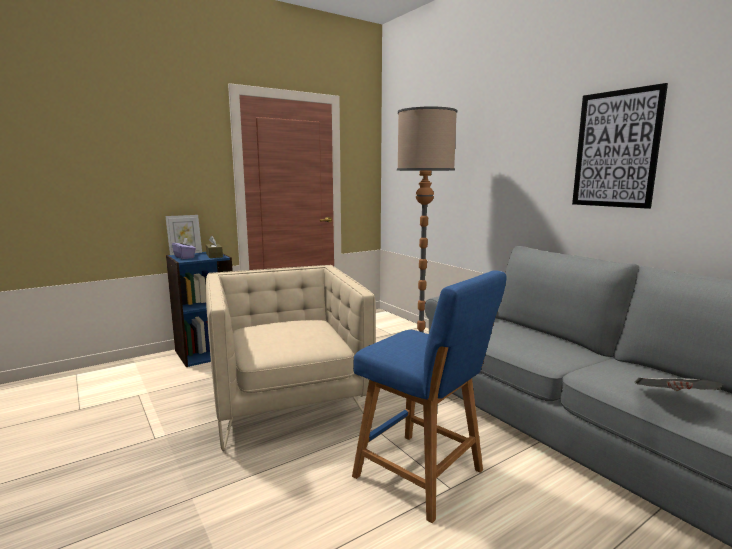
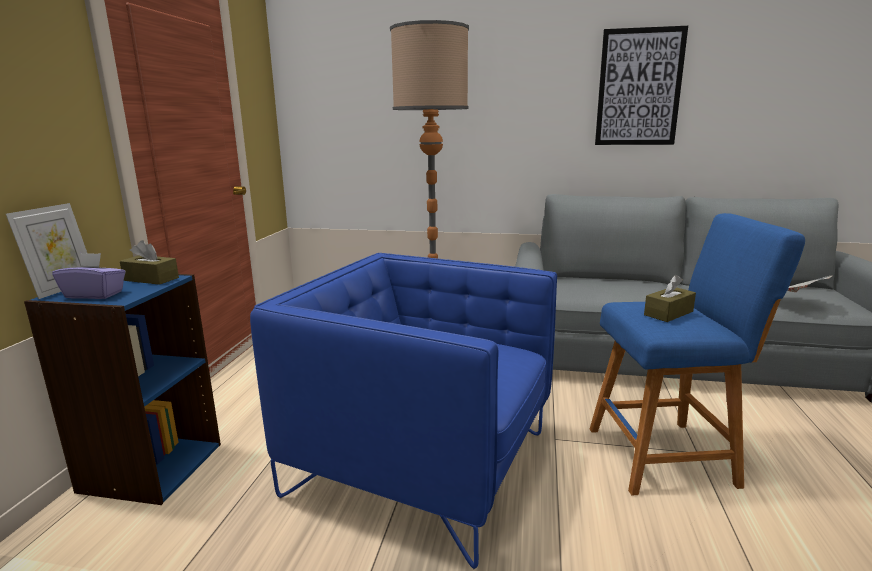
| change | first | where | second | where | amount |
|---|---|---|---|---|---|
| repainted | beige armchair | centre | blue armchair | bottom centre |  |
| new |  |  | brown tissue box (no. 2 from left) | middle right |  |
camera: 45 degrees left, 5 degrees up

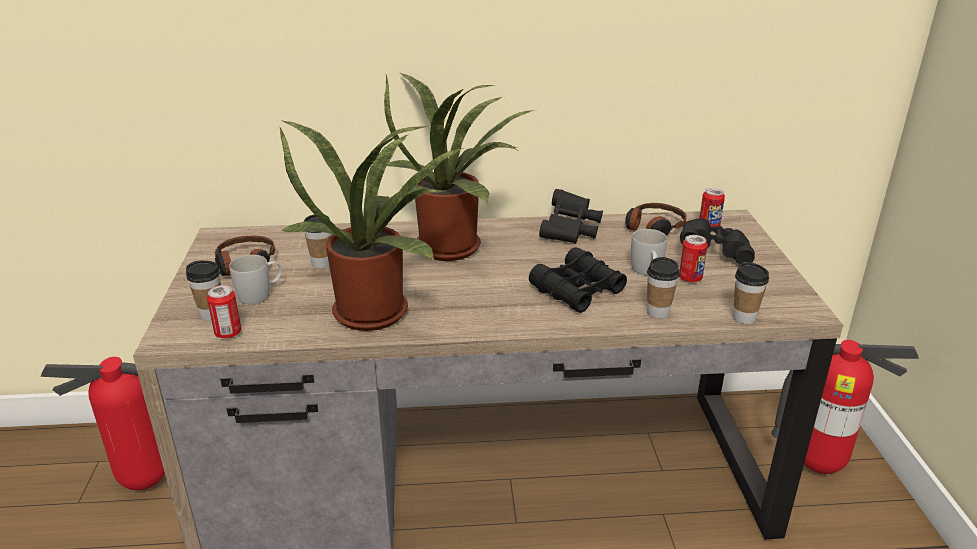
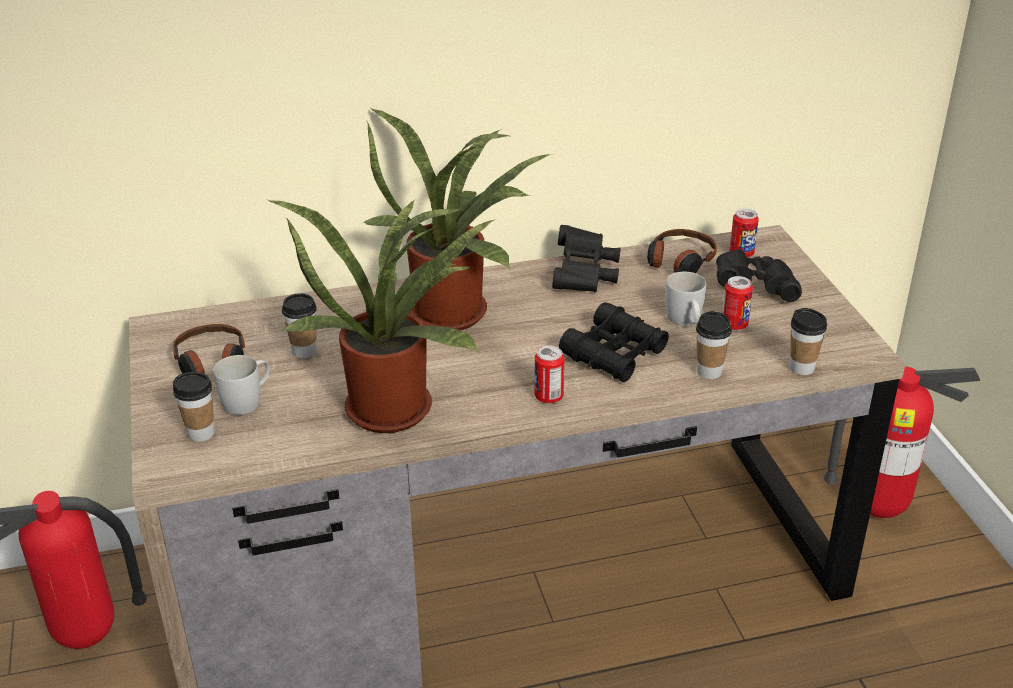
| change | first | where | second | where | amount |
|---|---|---|---|---|---|
| shifted | can (no. 1 from left) | middle left |  | centre |  |
camera: 10 degrees left, 5 degrees up

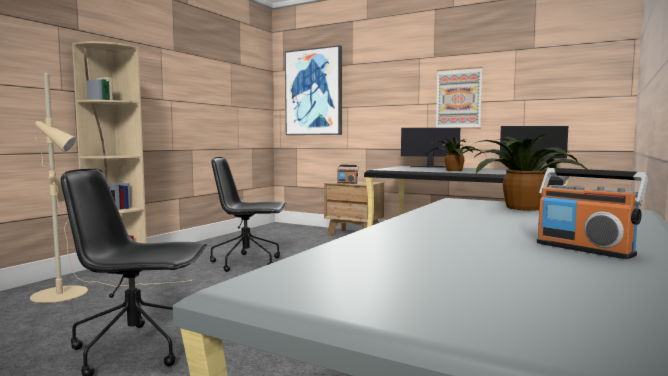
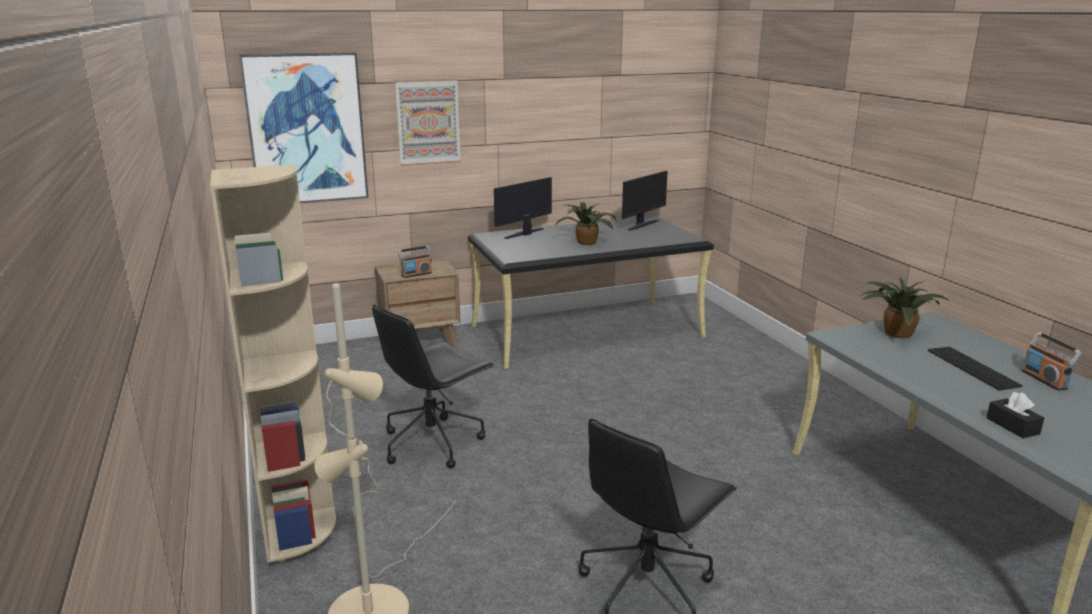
| change | first | where | second | where | amount |
|---|---|---|---|---|---|
| shifted | picture (no. 2 from left) | top right |  | top centre |  |
| new |  |  | keyboard | middle right |  |
| new |  |  | black tissue box | bottom right |  |
| rotated | radio (no. 2 from left) | middle right |  | middle right | 75 degrees clockwise |
camera: 50 degrees left, 15 degrees up

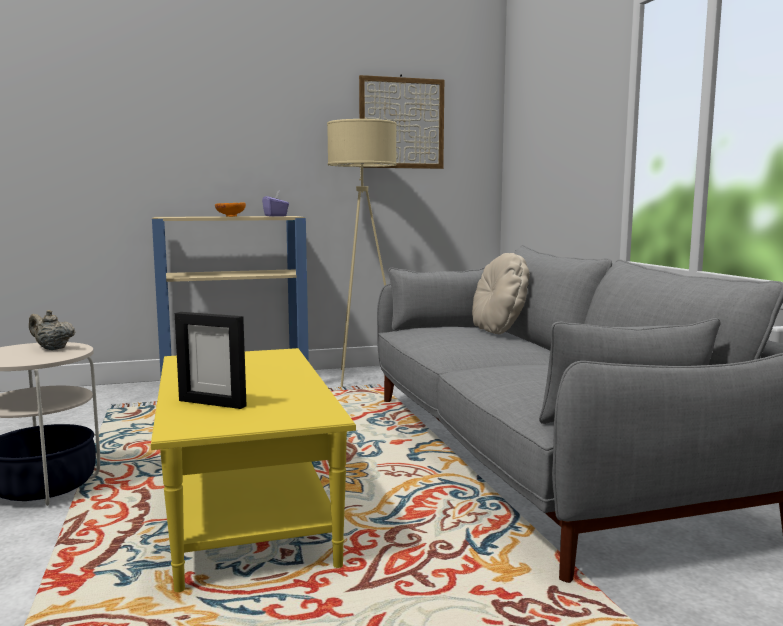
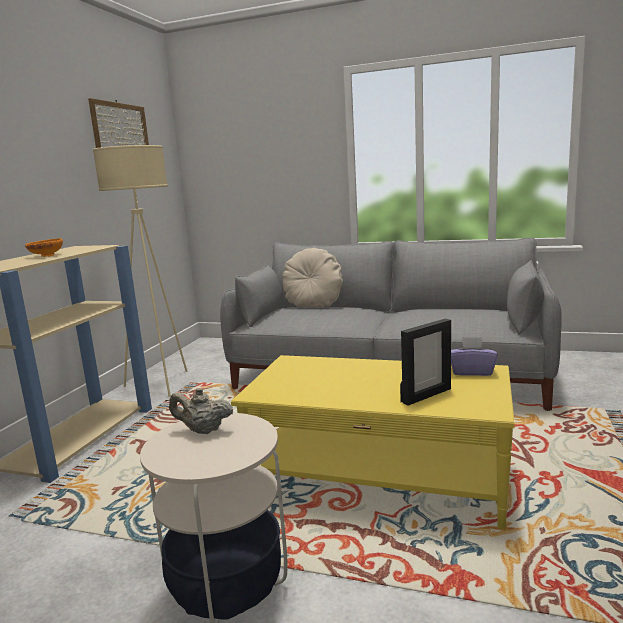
| change | first | where | second | where | amount |
|---|---|---|---|---|---|
| rotated | beige teapot | middle left |  | middle left | 45 degrees clockwise |
| shifted | purple tissue box | top centre |  | middle right |  |
camera: 55 degrees left, 5 degrees up

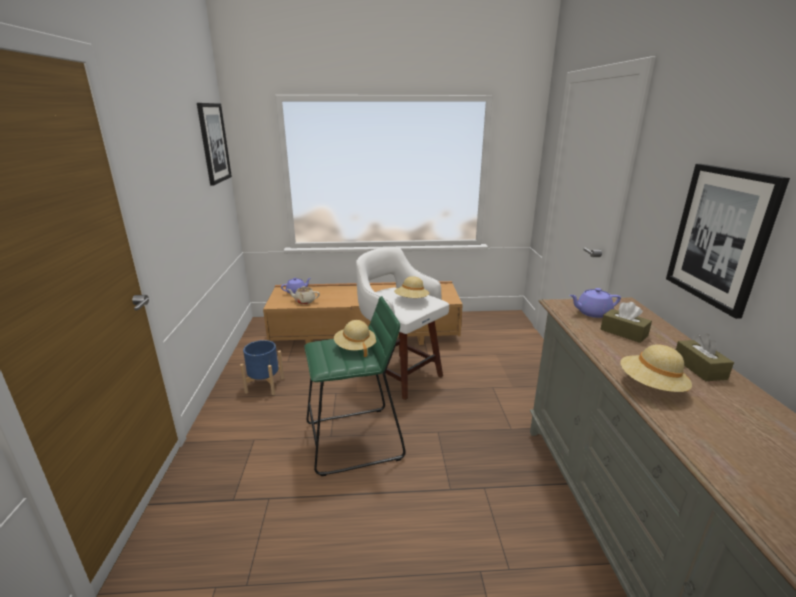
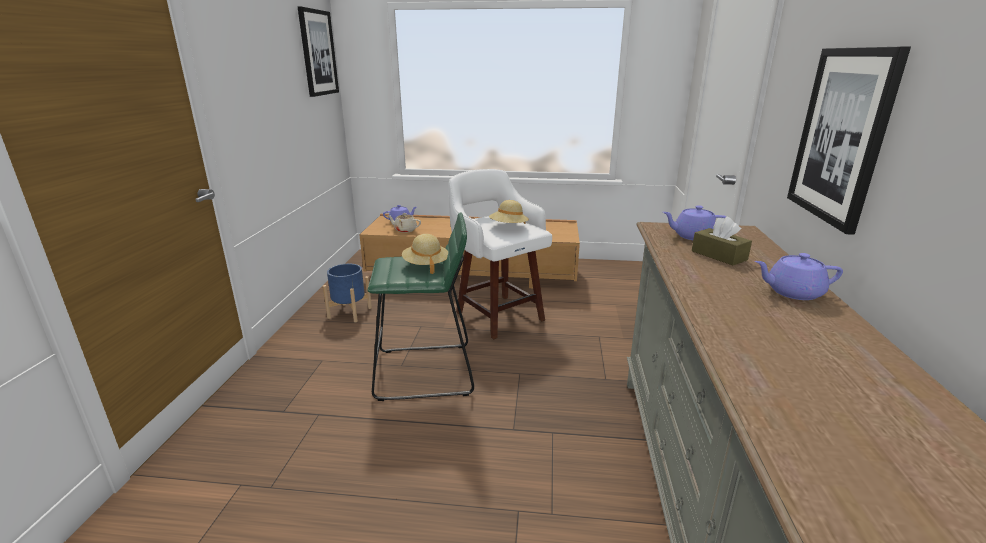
| change | first | where | second | where | amount |
|---|---|---|---|---|---|
| swapped | brown tissue box (no. 2 from left) | middle right | purple teapot (no. 3 from left) | middle right |  |
| gone | beige hat (no. 3 from left) | middle right |  |  |  |
camera: 10 degrees right, 0 degrees up

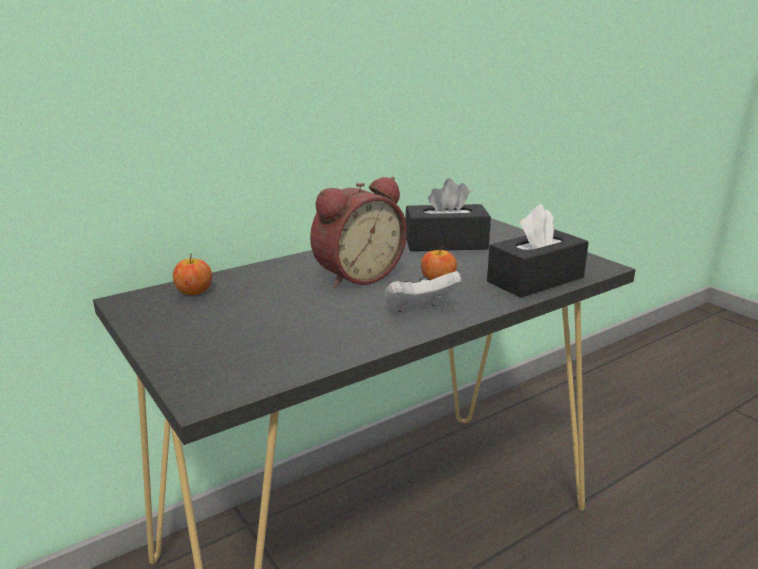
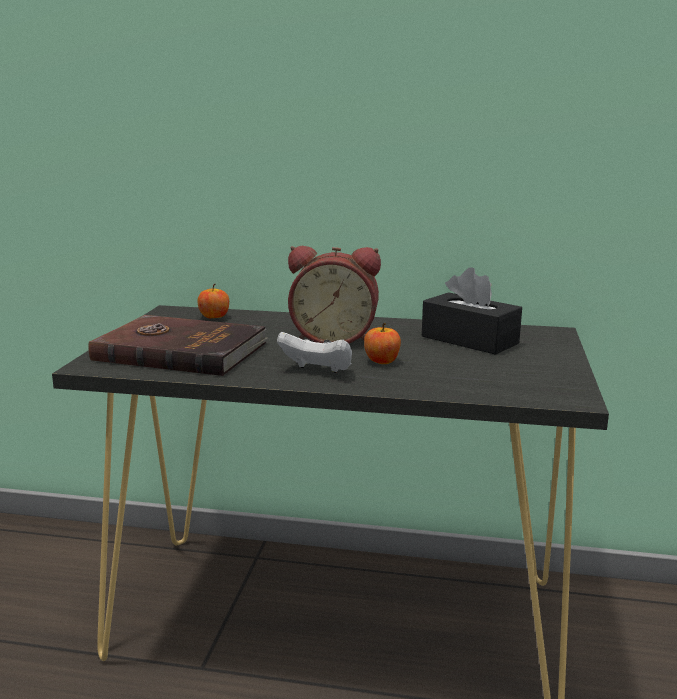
| change | first | where | second | where | amount |
|---|---|---|---|---|---|
| new |  |  | brown book | middle left |  |
| gone | black tissue box (no. 2 from left) | middle right |  |  |  |
camera: 45 degrees right, 5 degrees down

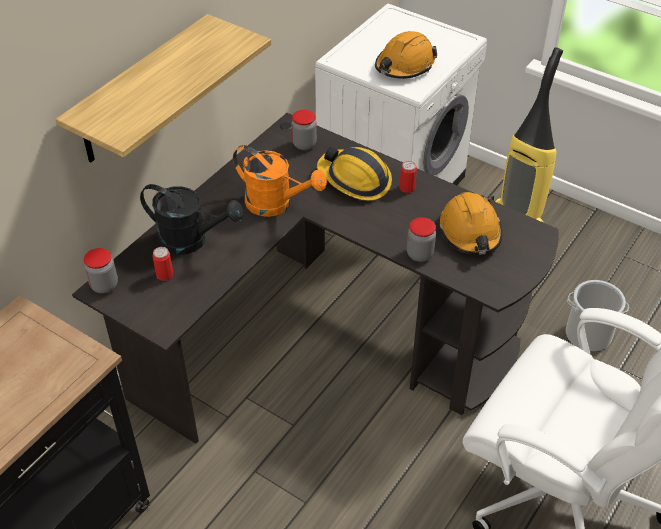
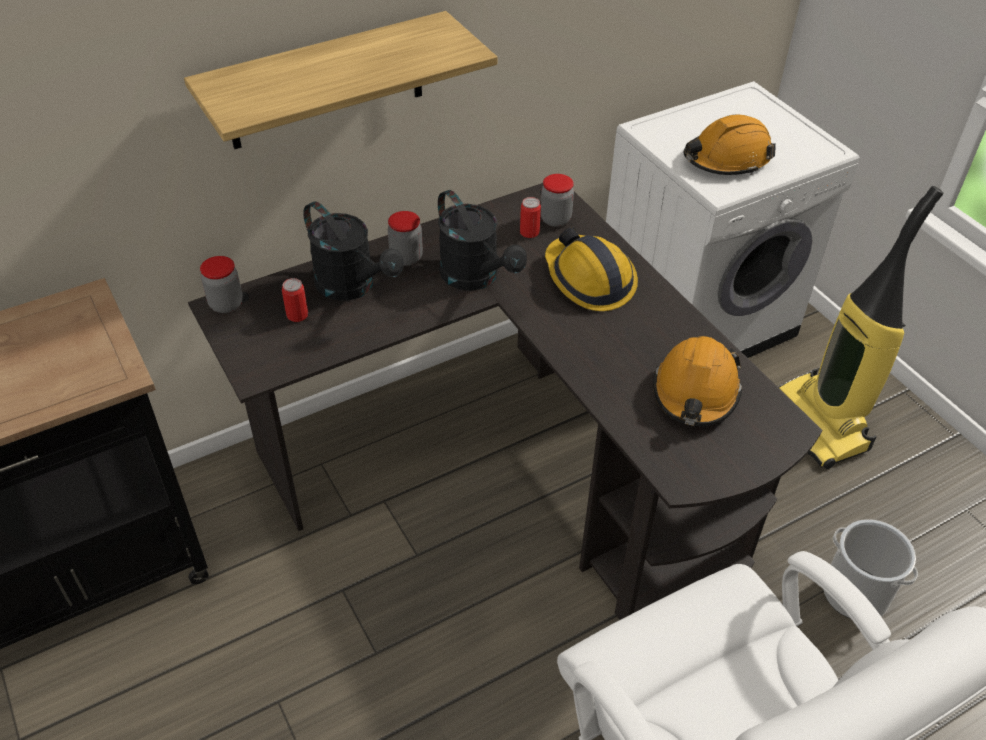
| change | first | where | second | where | amount |
|---|---|---|---|---|---|
| shifted | jar (no. 3 from left in the first image) | centre | jar (no. 2 from left) | top centre |  |
| repainted | orange watering can | centre | black watering can (no. 2 from left) | top centre |  |
| shifted | can (no. 2 from left) | centre |  | top centre |  |
camera: 25 degrees right, 0 degrees up

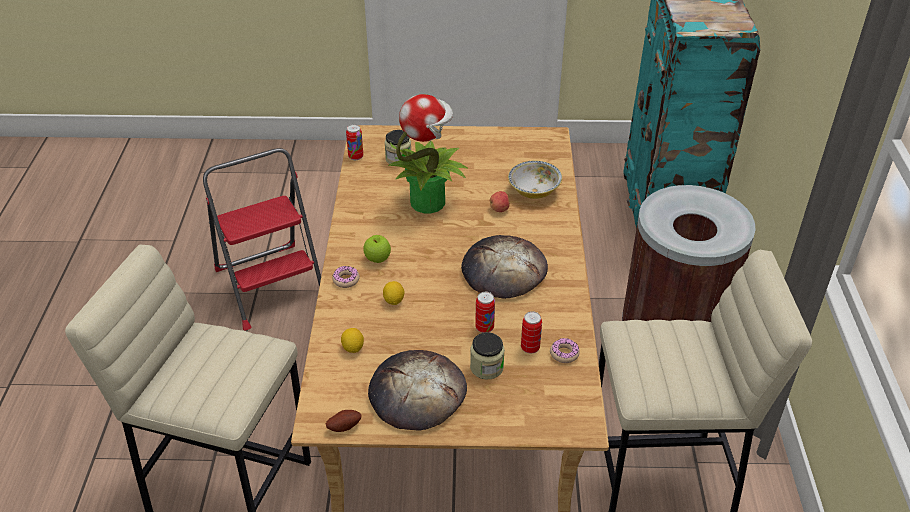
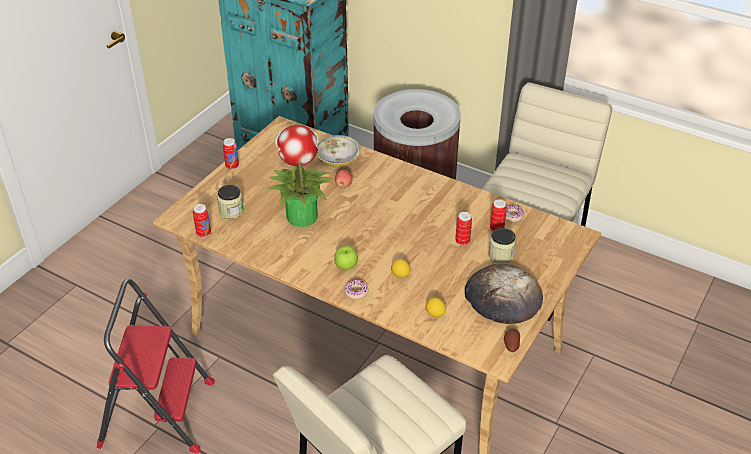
| change | first | where | second | where | amount |
|---|---|---|---|---|---|
| new |  |  | can (no. 2 from left) | middle left |  |
| gone | bread (no. 2 from left) | centre |  |  |  |
camera: 60 degrees left, 0 degrees up

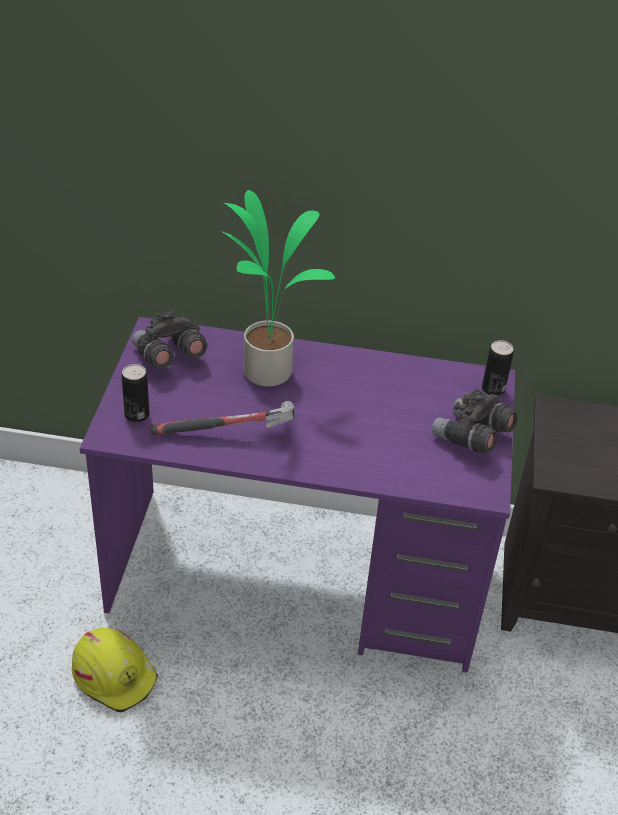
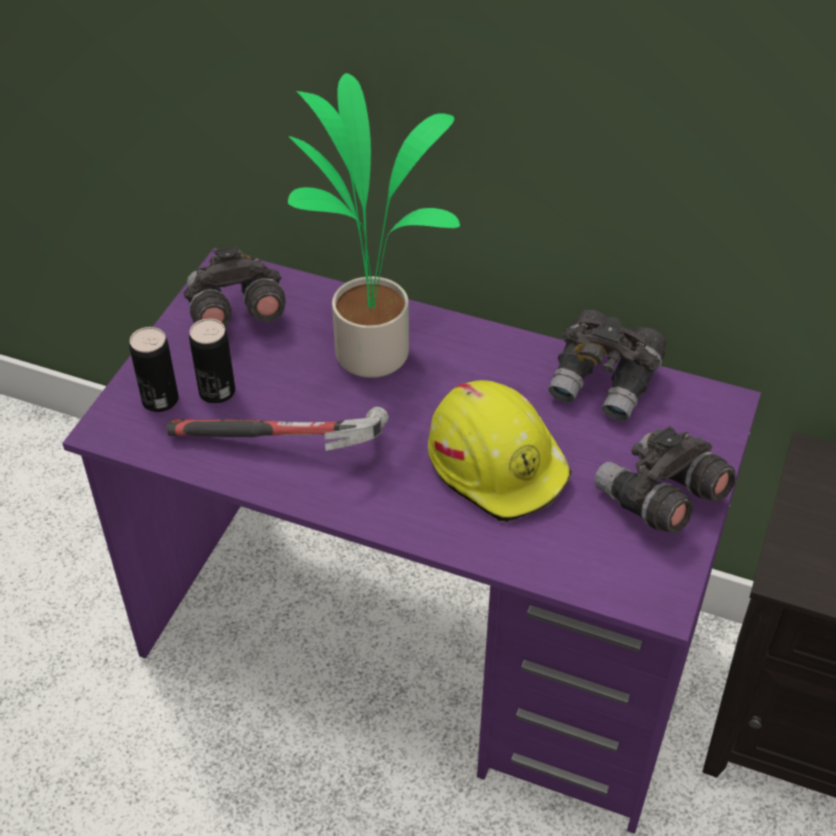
| change | first | where | second | where | amount |
|---|---|---|---|---|---|
| shifted | can (no. 2 from left) | middle right |  | middle left |  |
| shifted | yellow hard hat | bottom left |  | centre |  |
| new |  |  | grey binoculars (no. 2 from left) | middle right |  |
camera: 15 degrees right, 5 degrees up

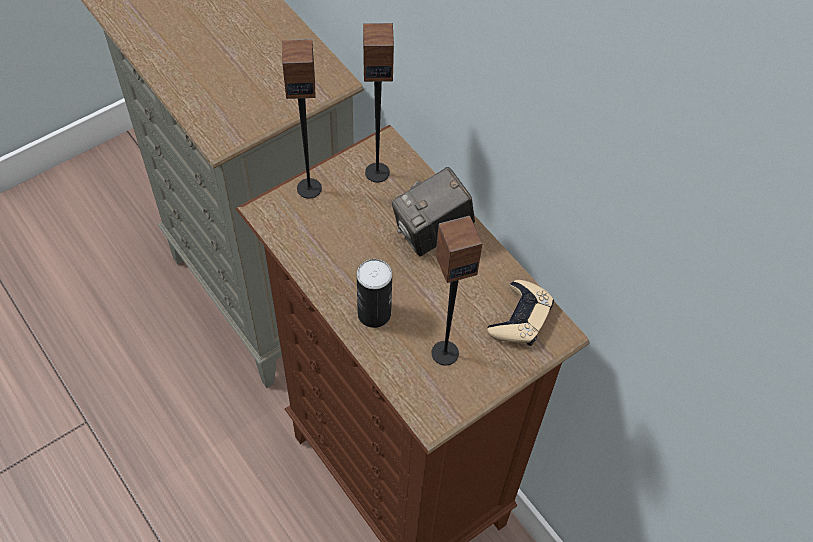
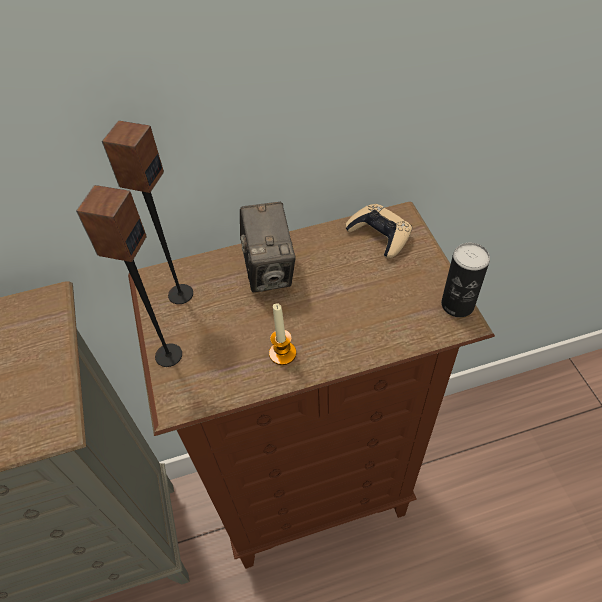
| change | first | where | second | where | amount |
|---|---|---|---|---|---|
| new |  |  | candle | centre |  |
| shifted | can | centre |  | middle right |  |
| gone | speaker (no. 3 from left) | centre |  |  |  |
camera: 65 degrees left, 5 degrees down

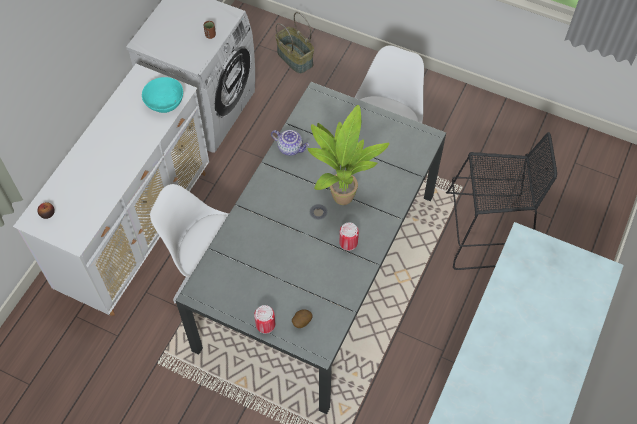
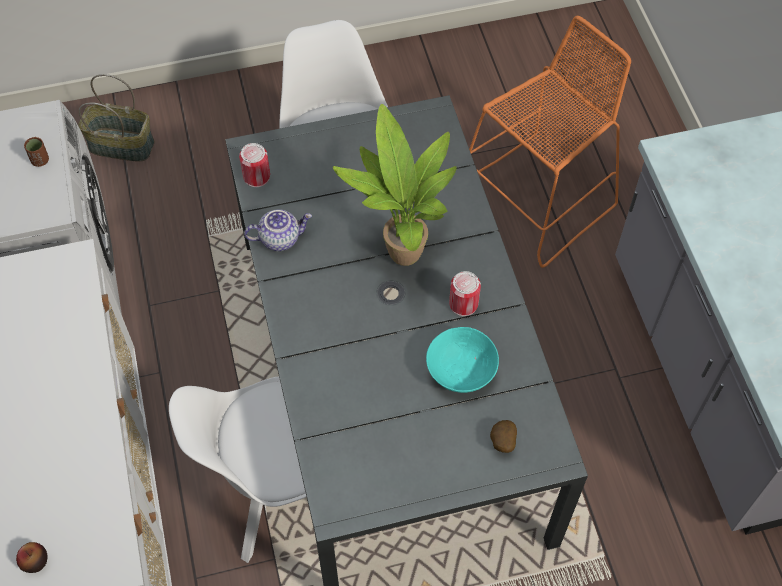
| change | first | where | second | where | amount |
|---|---|---|---|---|---|
| shifted | can (no. 1 from left) | bottom centre |  | top left |  |
| shifted | turquoise bowl | top left |  | centre |  |
| repainted | black stool | middle right | orange stool | top right |  |
camera: 40 degrees left, 0 degrees up

